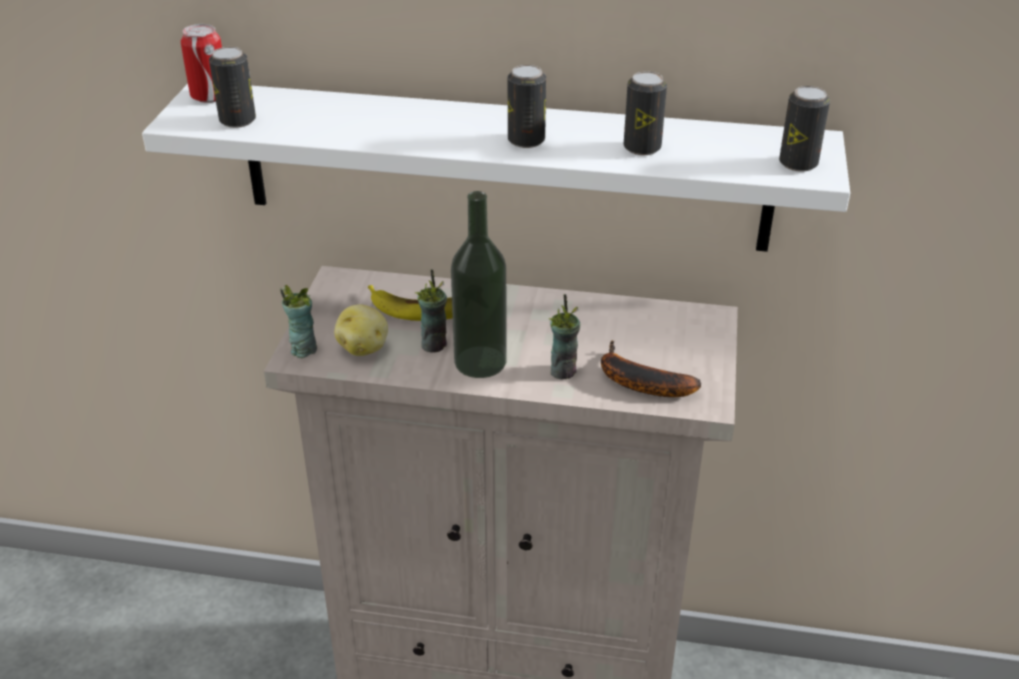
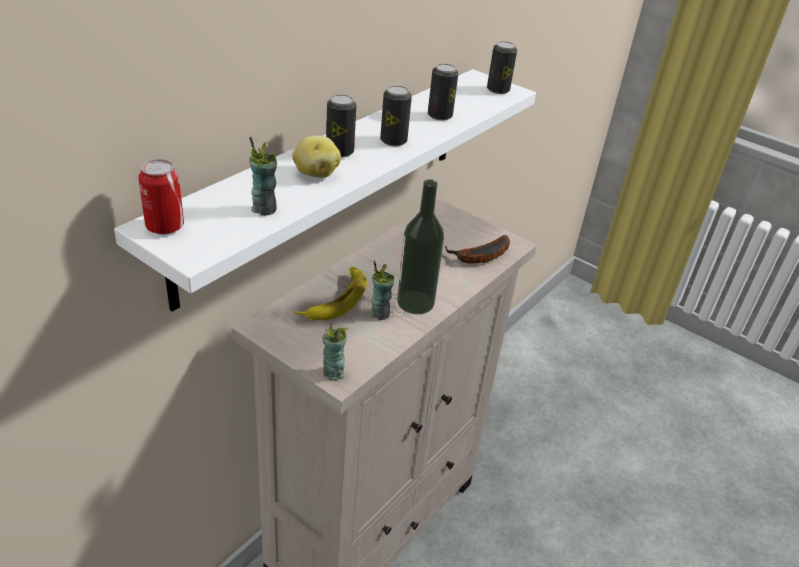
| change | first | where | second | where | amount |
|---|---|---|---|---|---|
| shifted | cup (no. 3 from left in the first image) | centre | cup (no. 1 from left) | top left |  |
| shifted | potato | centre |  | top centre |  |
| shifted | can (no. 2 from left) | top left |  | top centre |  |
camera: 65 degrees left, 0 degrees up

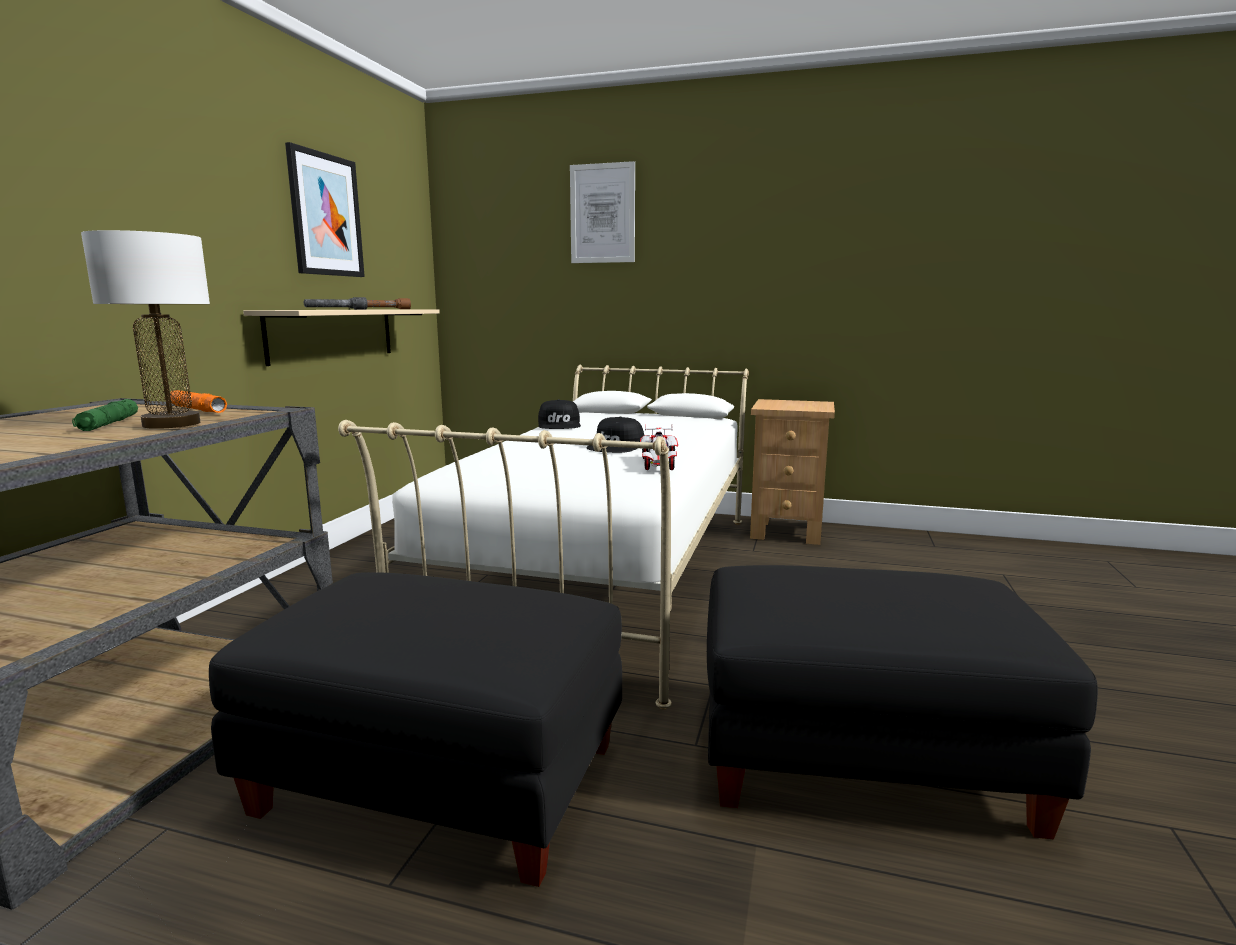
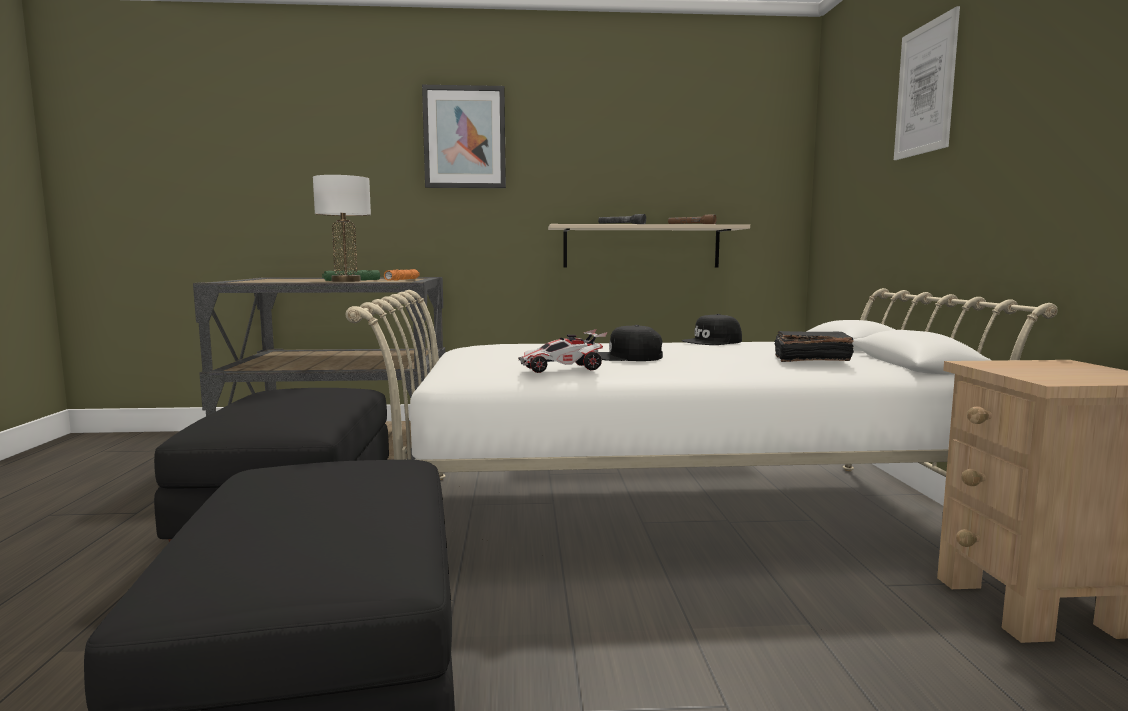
| change | first | where | second | where | amount |
|---|---|---|---|---|---|
| shifted | picture (no. 1 from left) | top left |  | top centre |  |
| new |  |  | black book | middle right |  |
camera: 70 degrees right, 5 degrees down

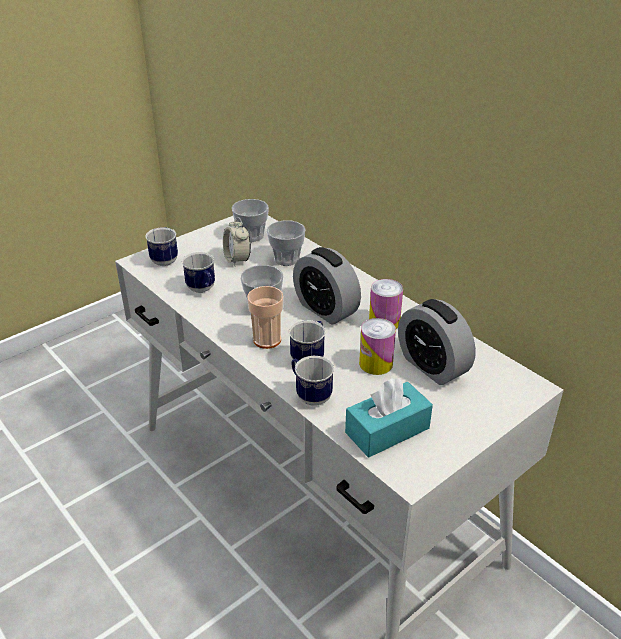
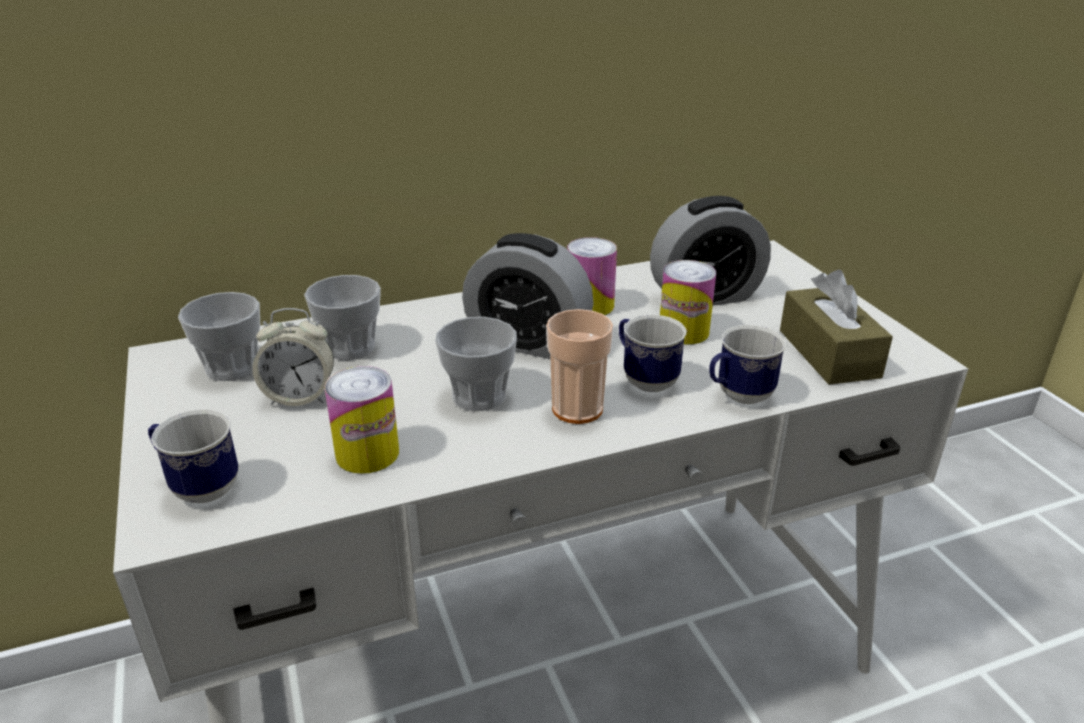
| change | first | where | second | where | amount |
|---|---|---|---|---|---|
| swapped | mug (no. 2 from left) | middle left | can (no. 1 from left) | middle left |  |
| rotated | alarm clock (no. 2 from left) | centre |  | centre | 45 degrees clockwise |
| repainted | turquoise tissue box | centre | brown tissue box | middle right |  |
camera: 70 degrees left, 5 degrees down

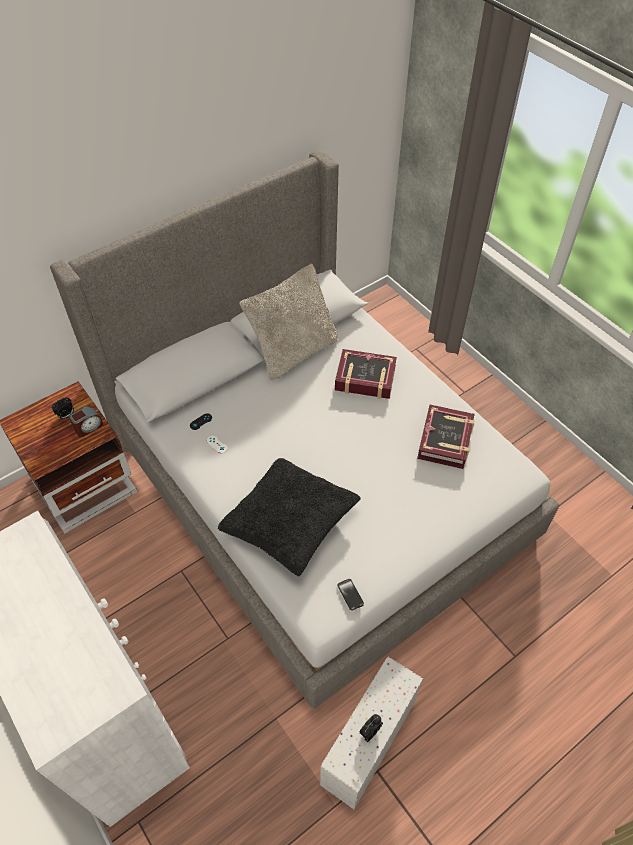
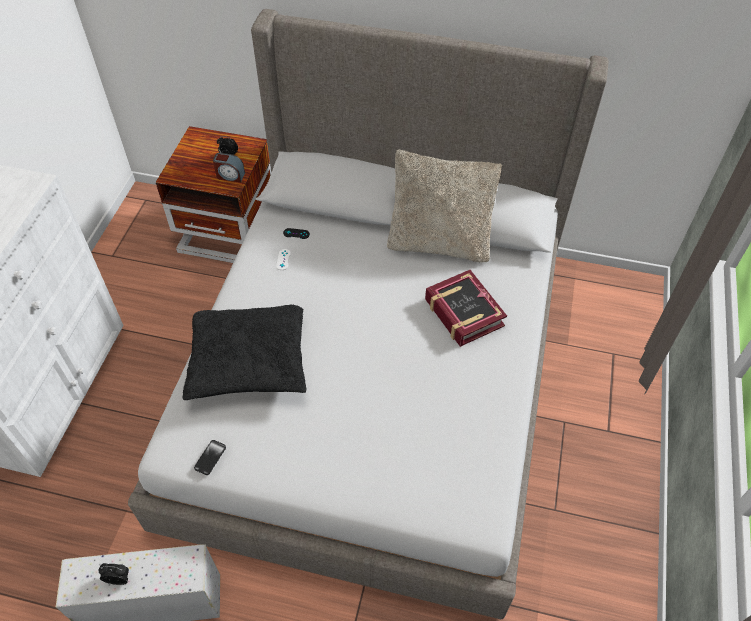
| change | first | where | second | where | amount |
|---|---|---|---|---|---|
| gone | book (no. 2 from left) | middle right |  |  |  |
camera: 50 degrees right, 0 degrees up

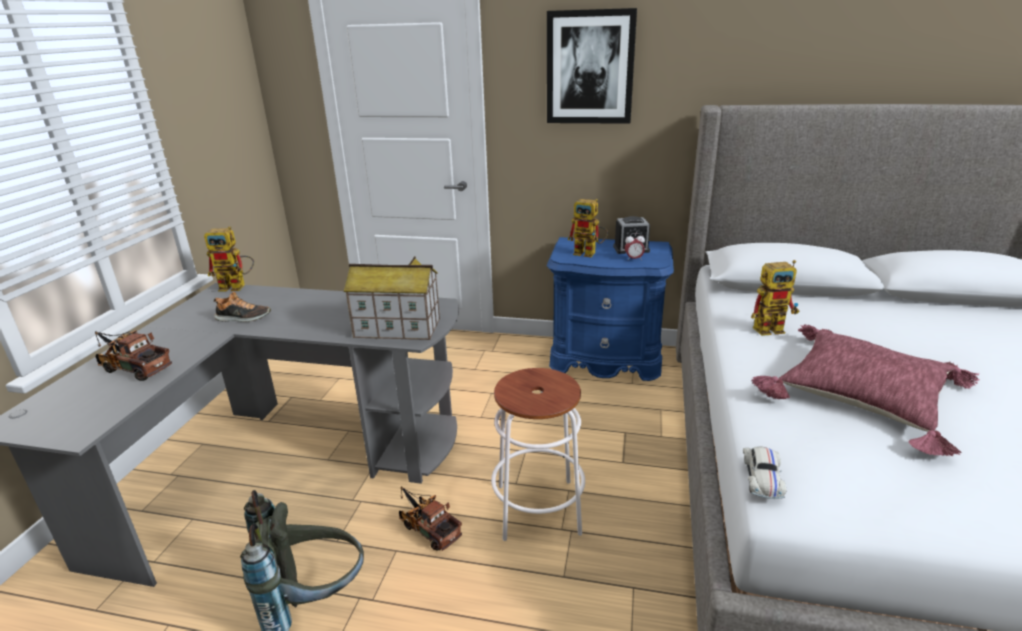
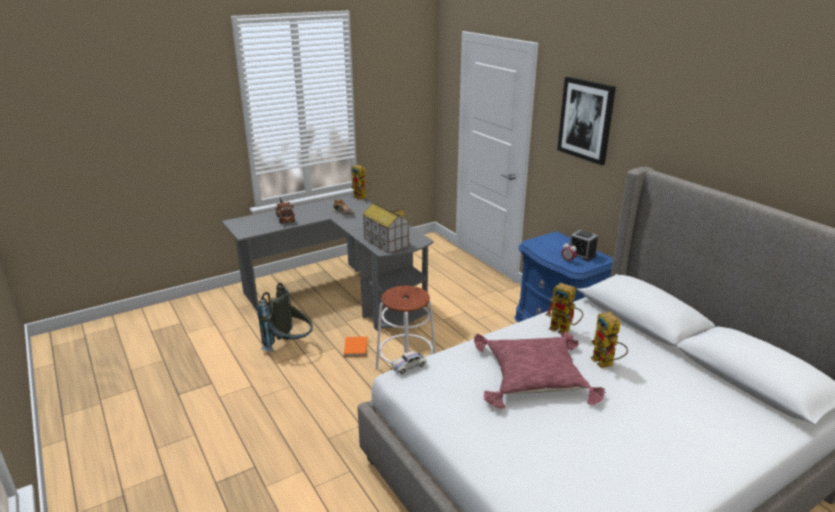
| change | first | where | second | where | amount |
|---|---|---|---|---|---|
| swapped | toy truck (no. 2 from left) | bottom centre | orange book | bottom centre |  |
| shifted | toy robot (no. 2 from left in the first image) | centre | toy robot (no. 3 from left) | middle right |  |
camera: 45 degrees right, 0 degrees up

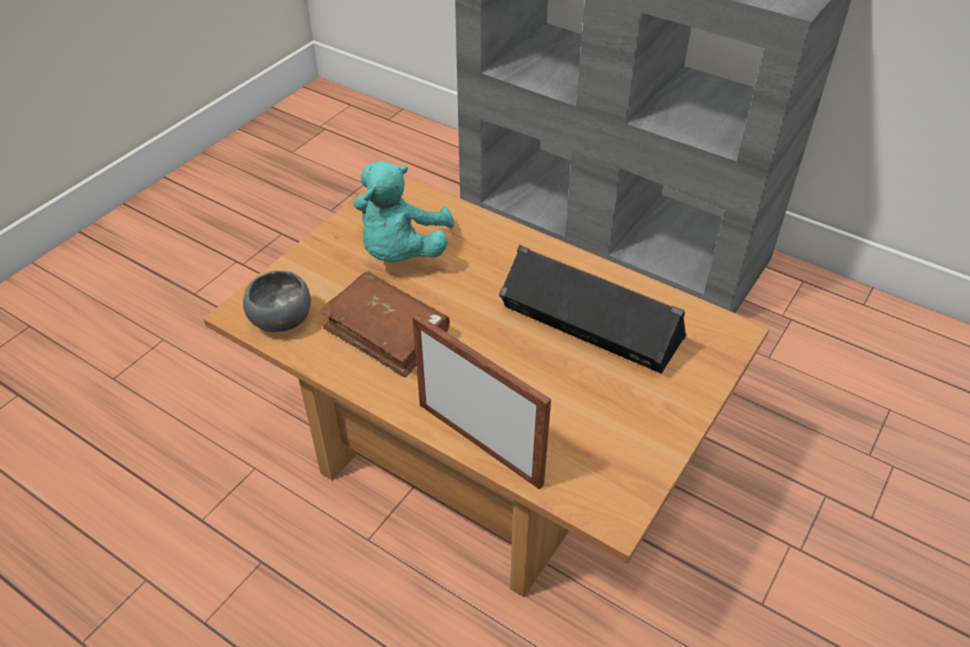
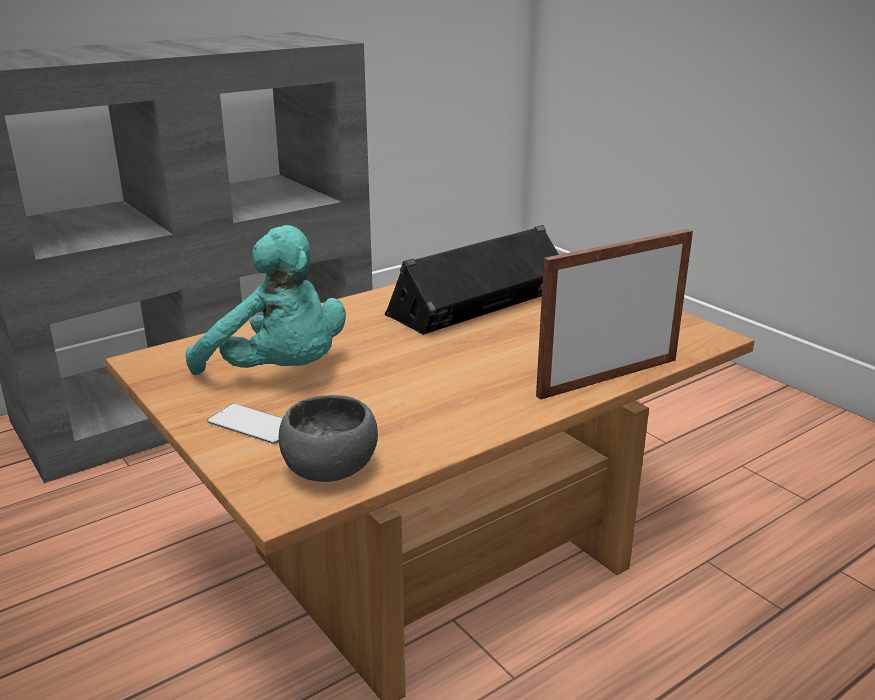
| change | first | where | second | where | amount |
|---|---|---|---|---|---|
| new |  |  | phone | middle left |  |
| gone | brown book | centre |  |  |  |
camera: 70 degrees left, 20 degrees down

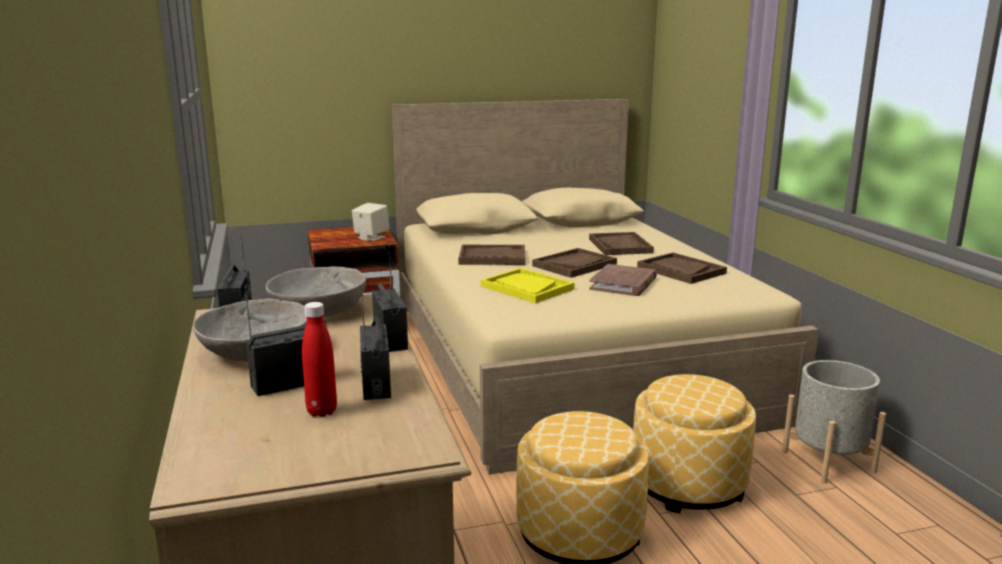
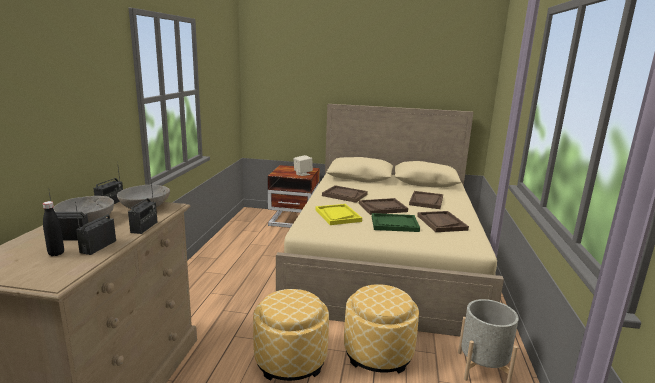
| change | first | where | second | where | amount |
|---|---|---|---|---|---|
| repainted | red bottle | middle left | black bottle | middle left |  |
| swapped | brown book | centre | green tray | centre |  |
camera: 25 degrees right, 0 degrees up

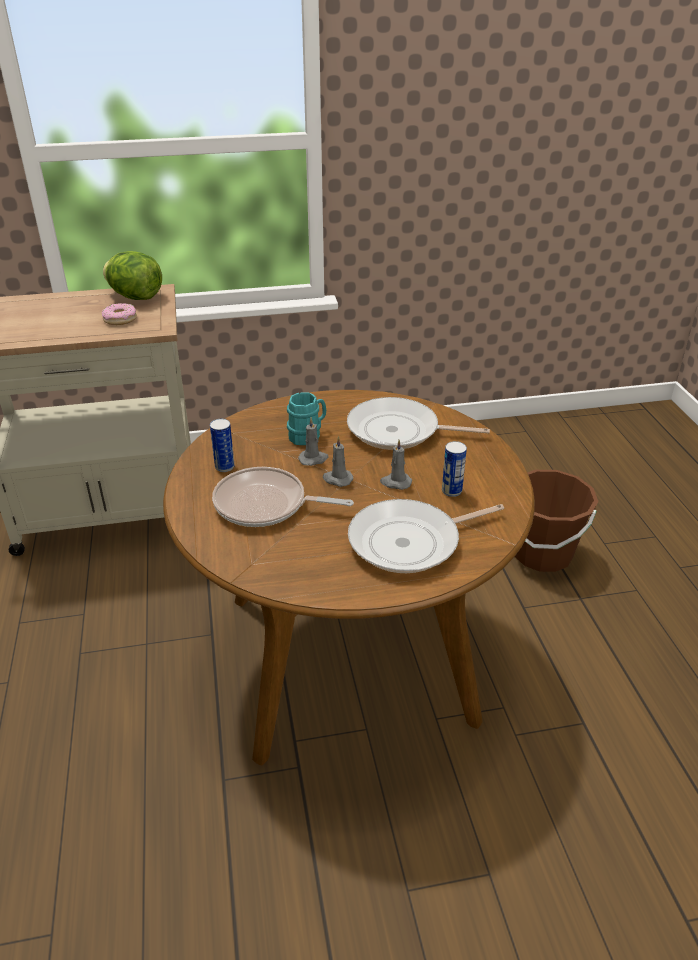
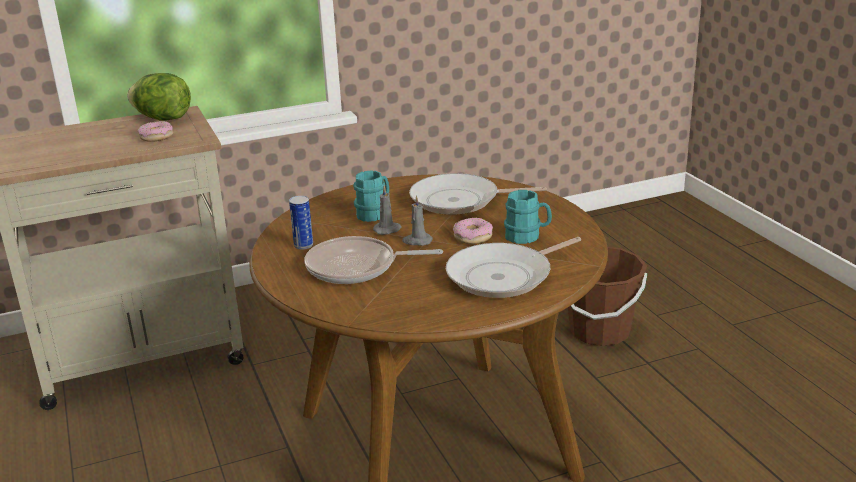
| change | first | where | second | where | amount |
|---|---|---|---|---|---|
| swapped | grey candle (no. 3 from left) | centre | donut (no. 2 from left) | centre |  |
| swapped | can (no. 2 from left) | centre | turquoise mug (no. 2 from left) | centre |  |
camera: 10 degrees left, 10 degrees down

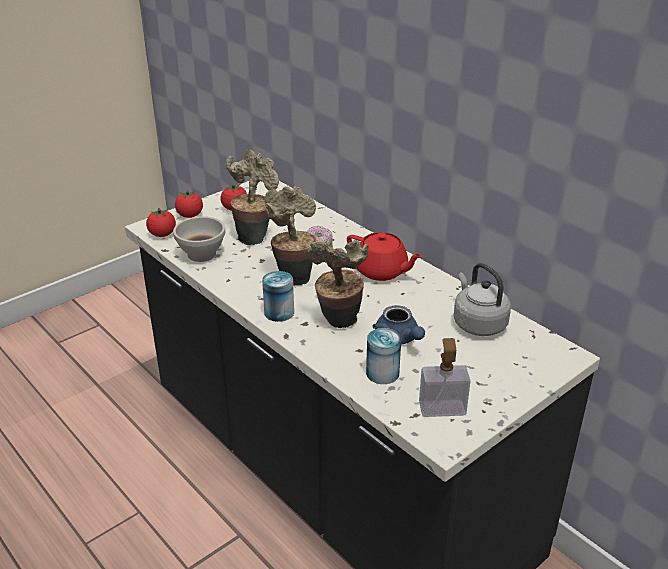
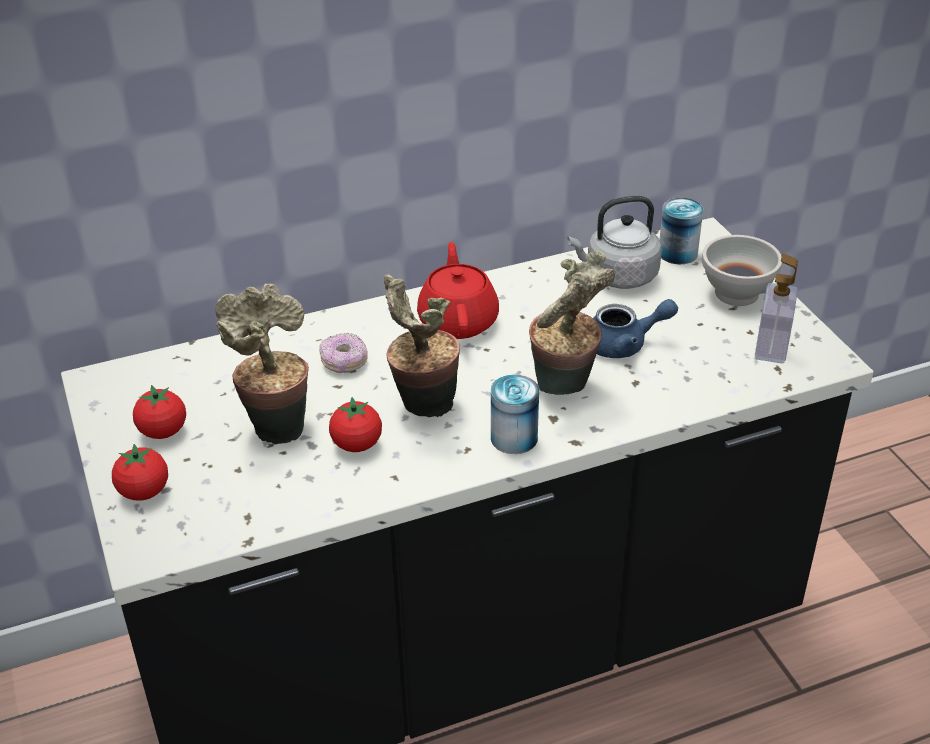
| change | first | where | second | where | amount |
|---|---|---|---|---|---|
| shifted | tomato (no. 1 from left in the first image) | middle left | tomato (no. 3 from left) | centre |  |
| rotated | red teapot | centre |  | centre | 60 degrees counterclockwise |
| shifted | can (no. 2 from left) | centre |  | top right |  |
| shifted | white bowl | middle left |  | middle right |  |
camera: 70 degrees left, 5 degrees up

